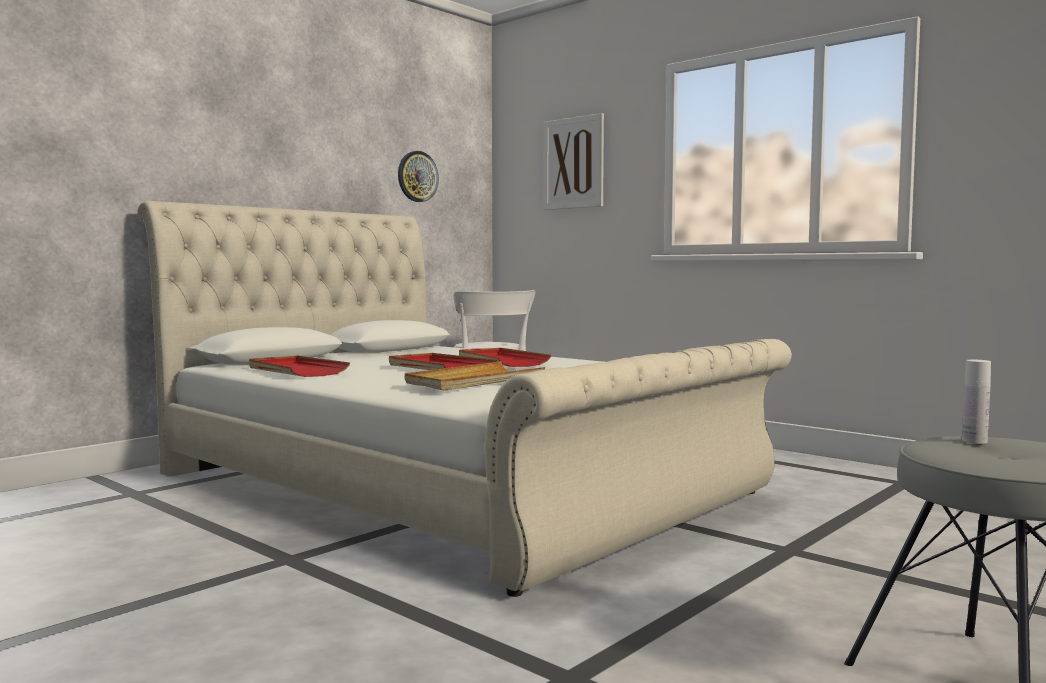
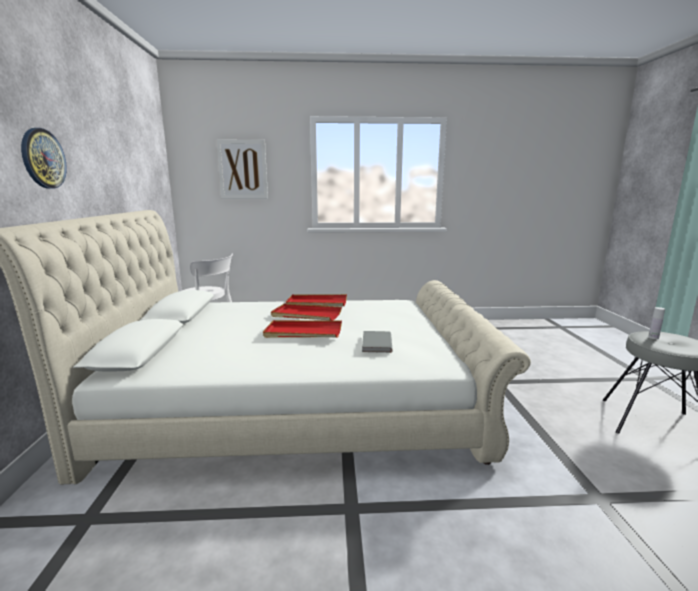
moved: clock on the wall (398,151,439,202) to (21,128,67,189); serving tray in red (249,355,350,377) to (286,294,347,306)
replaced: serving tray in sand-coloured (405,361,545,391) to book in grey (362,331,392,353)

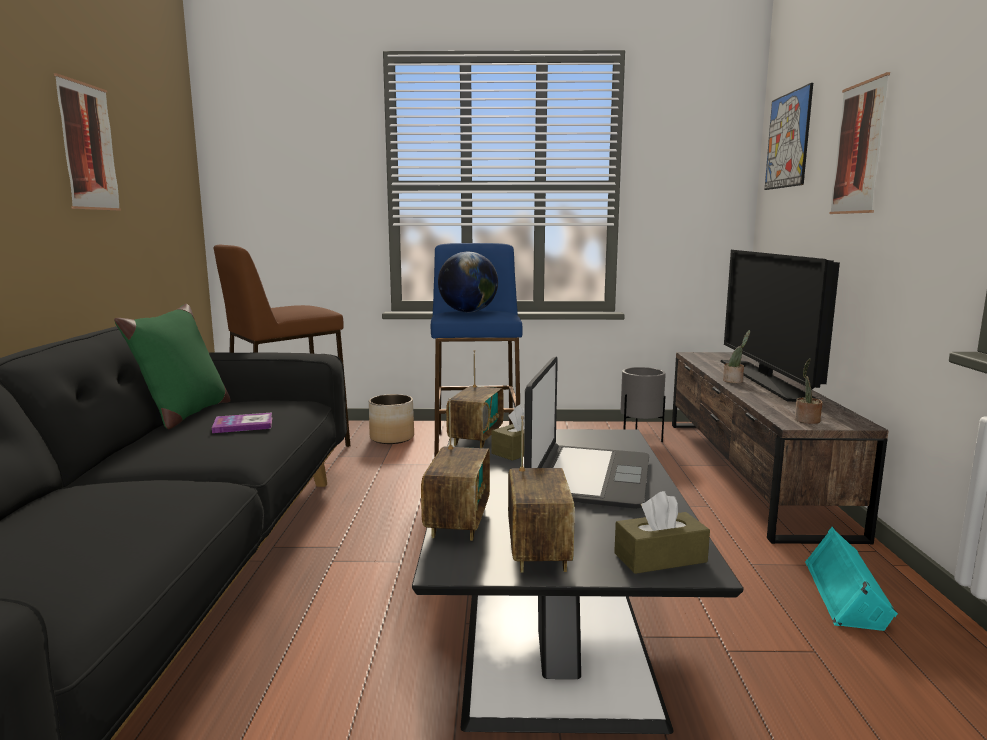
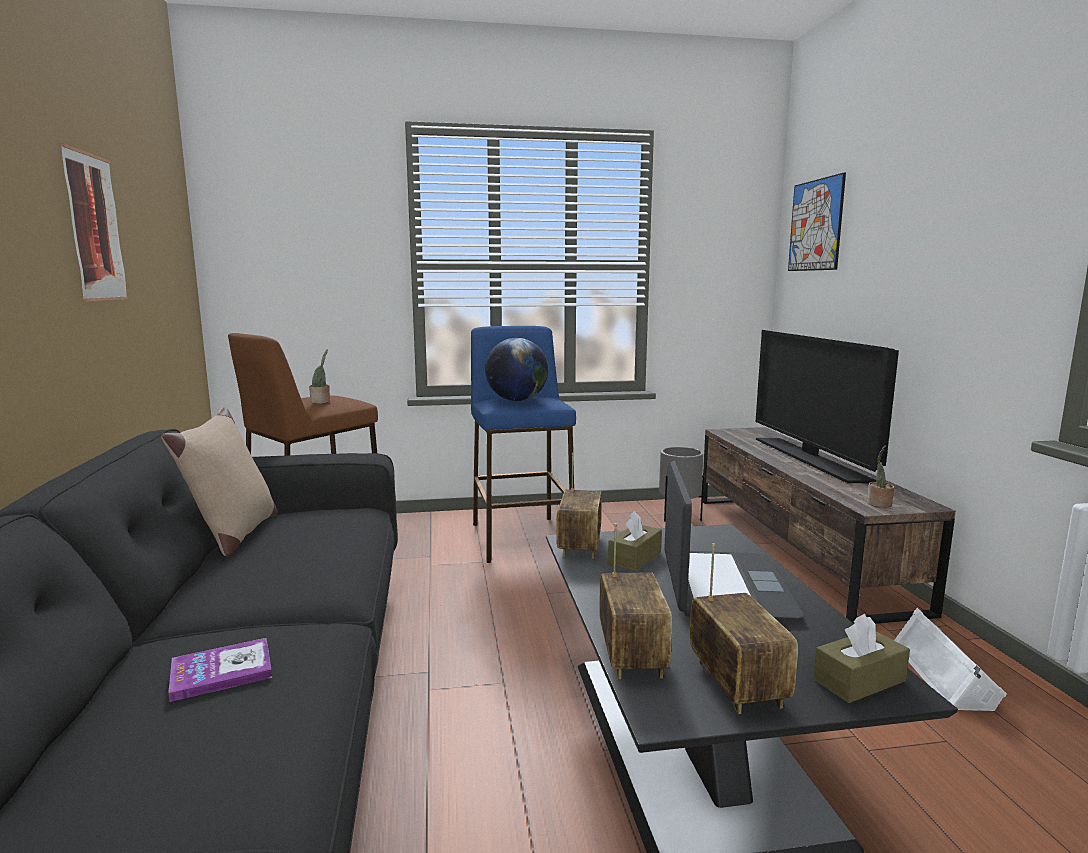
removed: plant pot (369,394,414,444); picture (830,72,890,214)
moved: book (212,412,272,433) to (168,638,272,702); potted plant (723,330,750,383) to (309,349,330,404)
recoloured: throw pillow in greenish (114,304,231,429) to throw pillow in sand-coloured (161,407,278,557); speaker in blue-green (805,527,898,631) to speaker in white (894,608,1007,711)

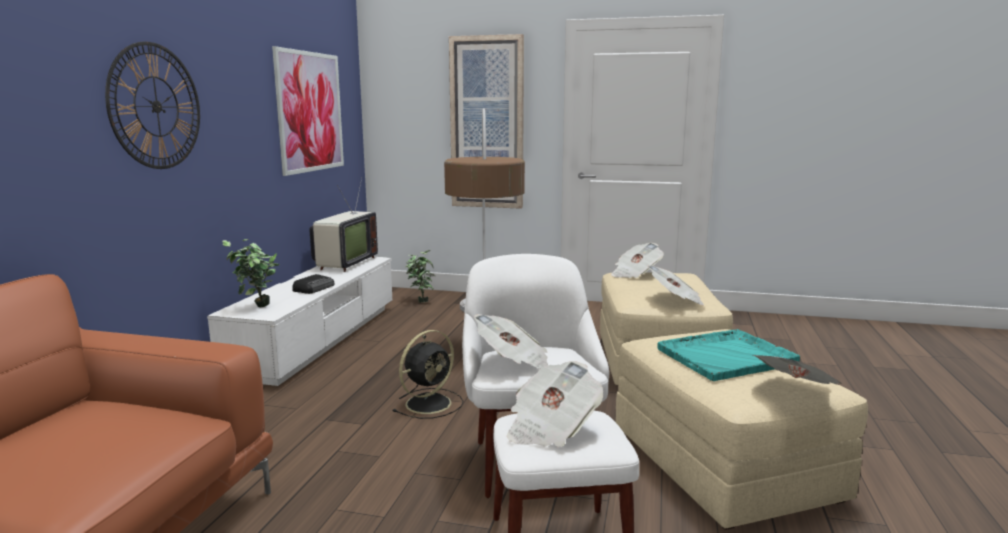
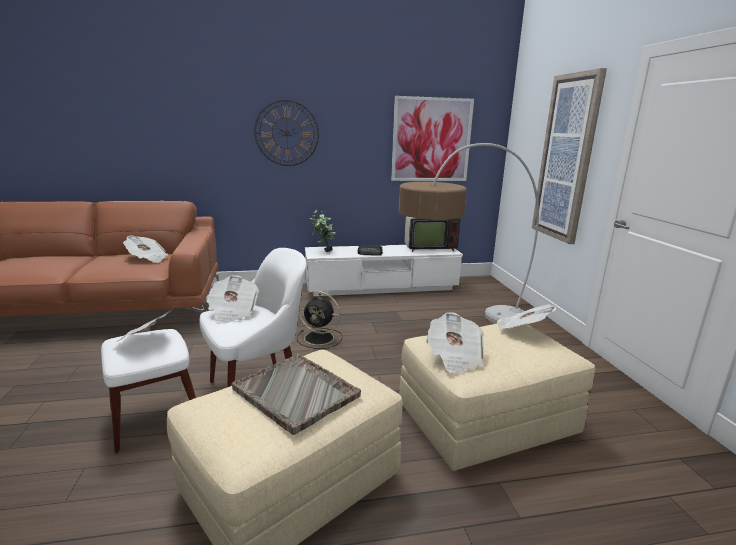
removed: potted plant (406,250,435,303)
moved: printed paper (753,355,841,385) to (123,236,168,263)
recoloured: serving tray in blue-green (657,329,800,381) to serving tray in grey (232,354,361,435)

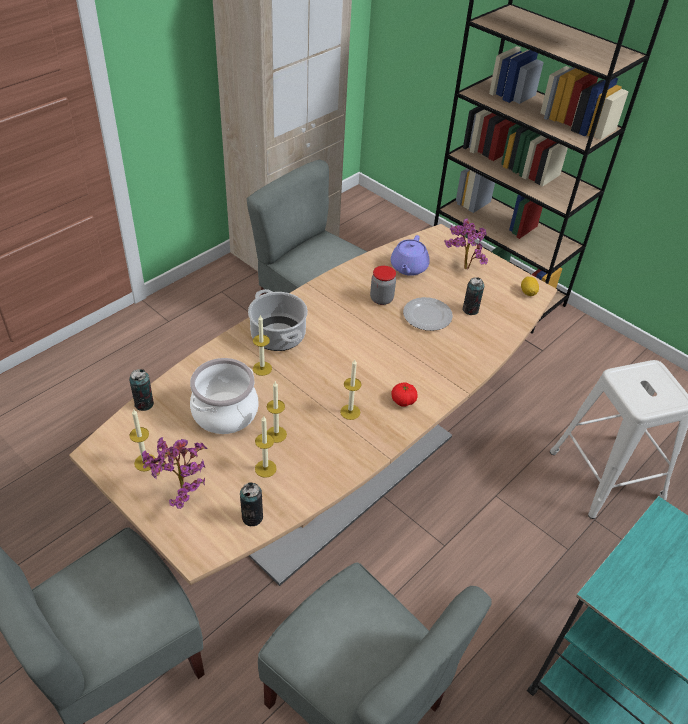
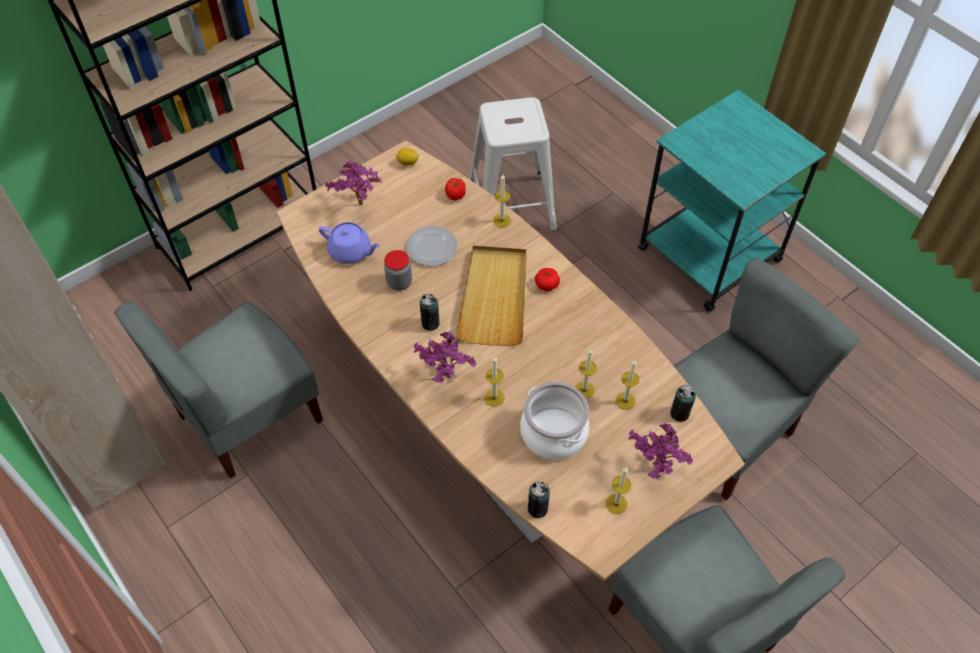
added: whole tomato (445,178,466,201); serving tray in sand-coloured (456,246,527,346)
moved: can (463,277,484,315) to (420,294,440,331); wax candle (340,359,362,420) to (493,174,511,228)
replaced: saucepot (248,289,308,351) to potted plant (414,331,476,383)

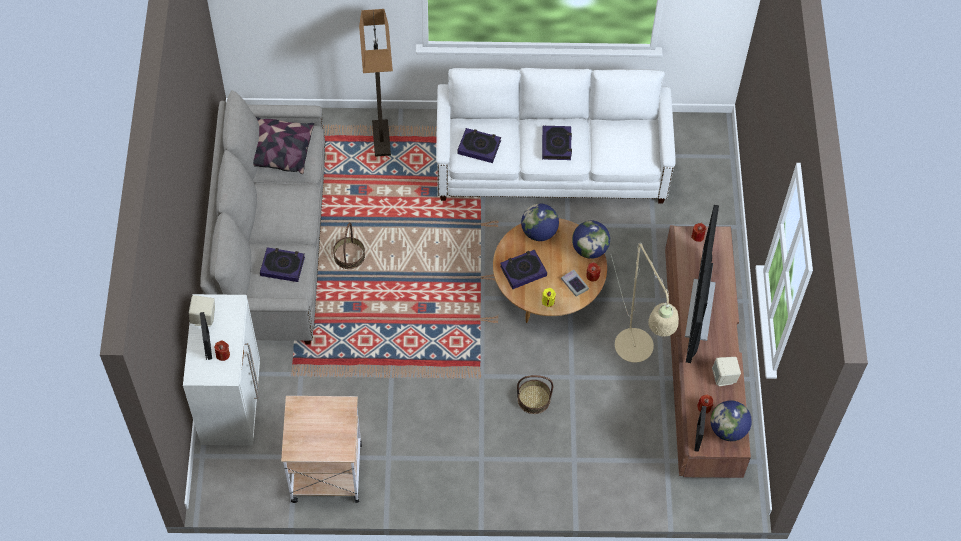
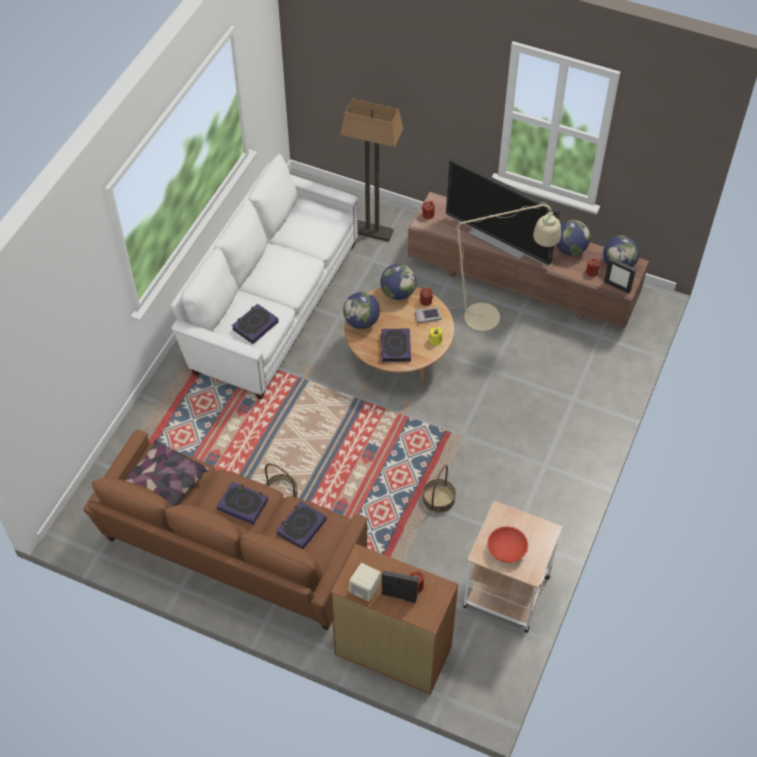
added: serving bowl in red (487,526,528,563)
moved: book (542,126,572,160) to (217,482,269,525); standard lamp (359,9,393,157) to (340,99,403,242); basket (517,375,553,414) to (422,465,456,513)
replaced: speaker in sand-coloured (712,357,741,386) to world globe (556,220,590,256)
recoloured: couch in grey (200,90,325,344) to couch in brownish (83,430,368,630); storage cabinet in white (183,294,260,446) to storage cabinet in brownish (331,544,458,695)

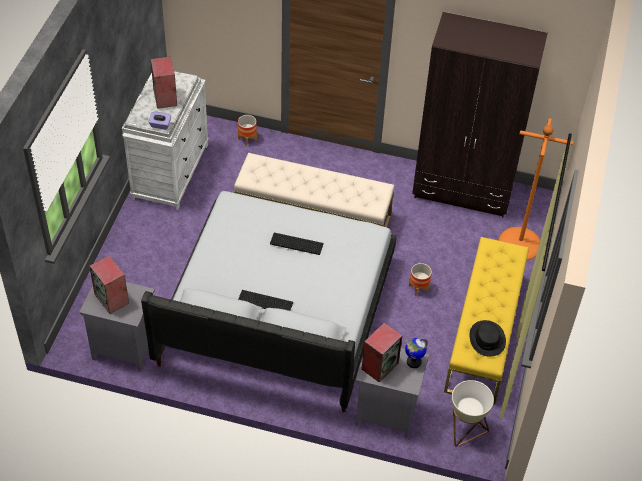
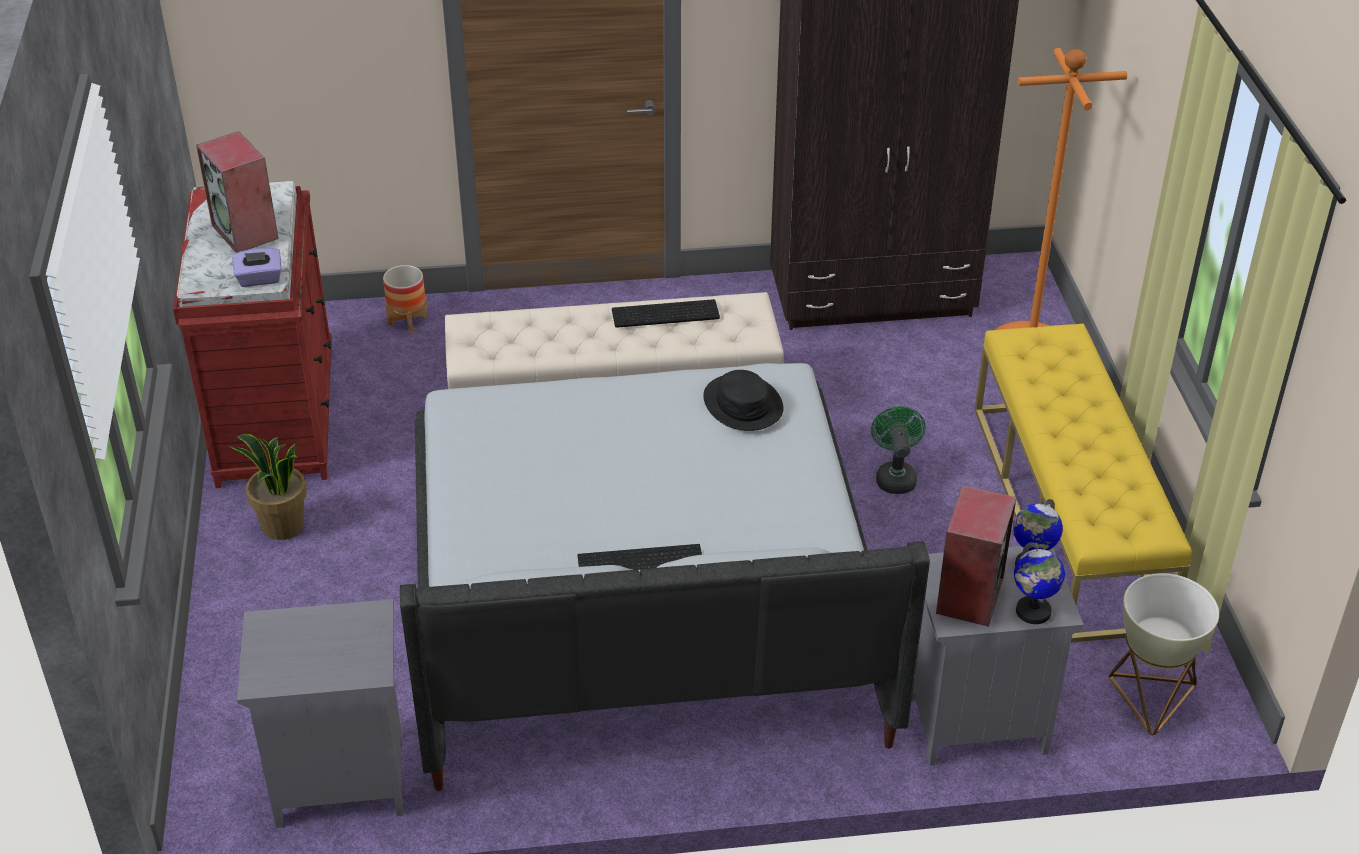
removed: speaker (89,256,129,314)
added: potted plant (229,434,307,540); world globe (1014,542,1065,624)
moved: PC keyboard (270,233,324,255) to (612,299,720,328); clothing hat in blackish (469,320,506,357) to (703,370,784,431)
replaced: plant pot (409,263,432,296) to fan in greenish (871,406,925,494)
recoloured: dresser in white (122,71,209,210) to dresser in red (173,181,332,488)

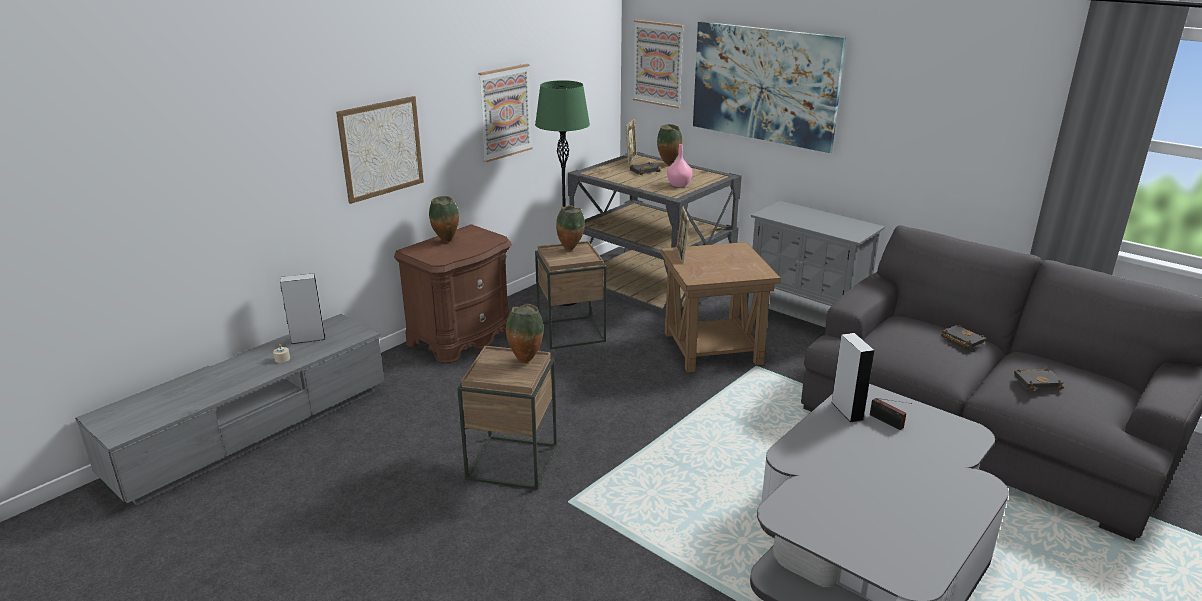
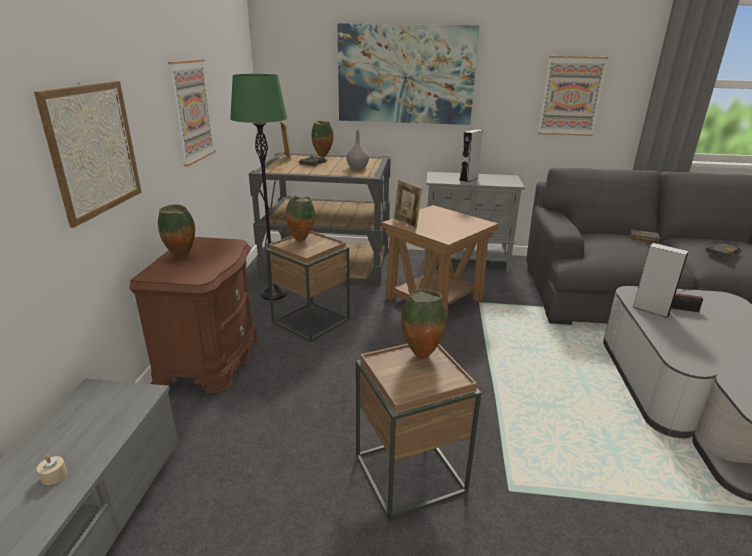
moved: speaker in grey (280,273,325,344) to (460,129,483,182); picture (633,20,684,109) to (537,56,609,136)
recoloured: flower vase in pink (667,144,692,187) to flower vase in grey (346,131,369,170)

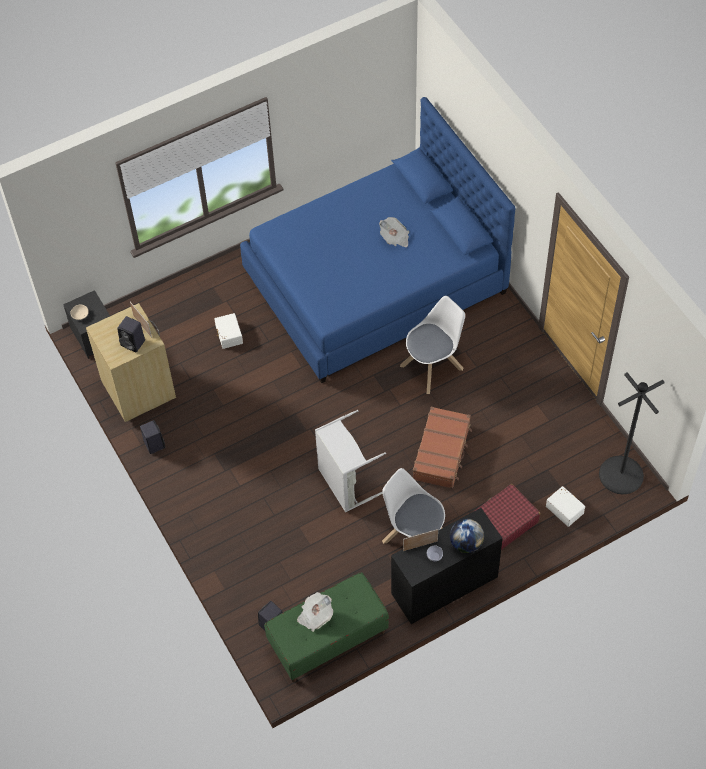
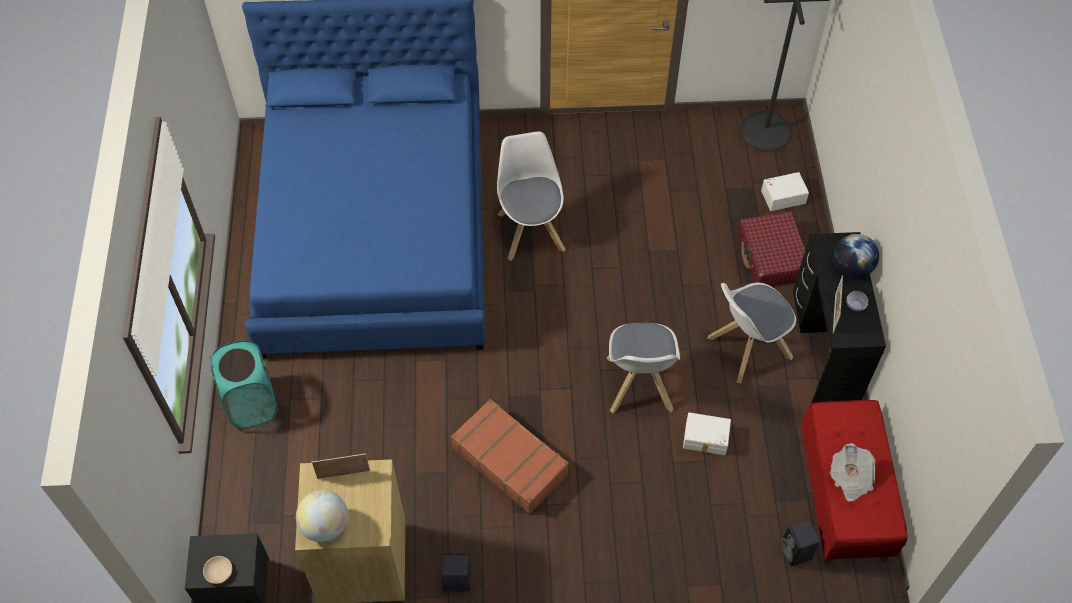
removed: speaker in blackish (117,316,145,352); printed paper (379,217,409,247)
added: laundry basket in blue-green (210,340,278,428); world globe (296,490,348,542)
moved: piece of luggage in brownish (413,407,472,489) to (451,399,569,514); storage box in white (214,313,243,349) to (683,412,731,455)
replaced: laundry basket in grey (315,410,386,512) to upright chair (606,323,680,414)
recoloured: bench in greenish (264,572,389,682) to bench in red (801,400,908,565)

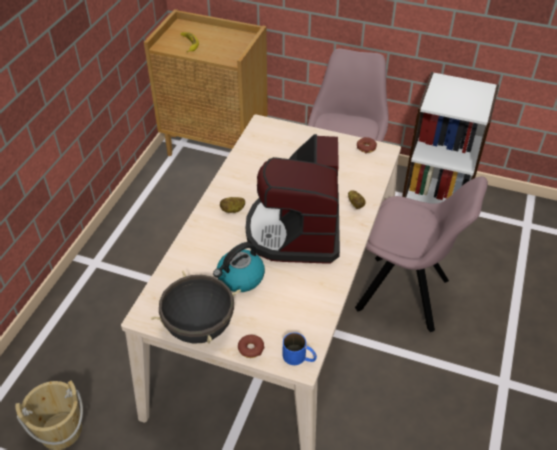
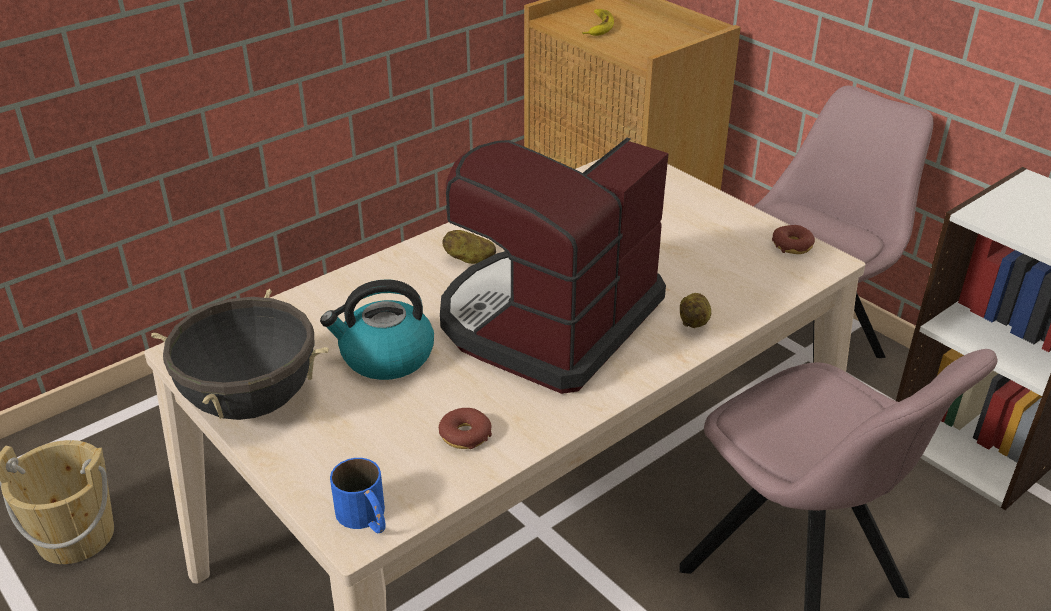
moved: donut (238,335,265,358) to (439,408,492,449)

